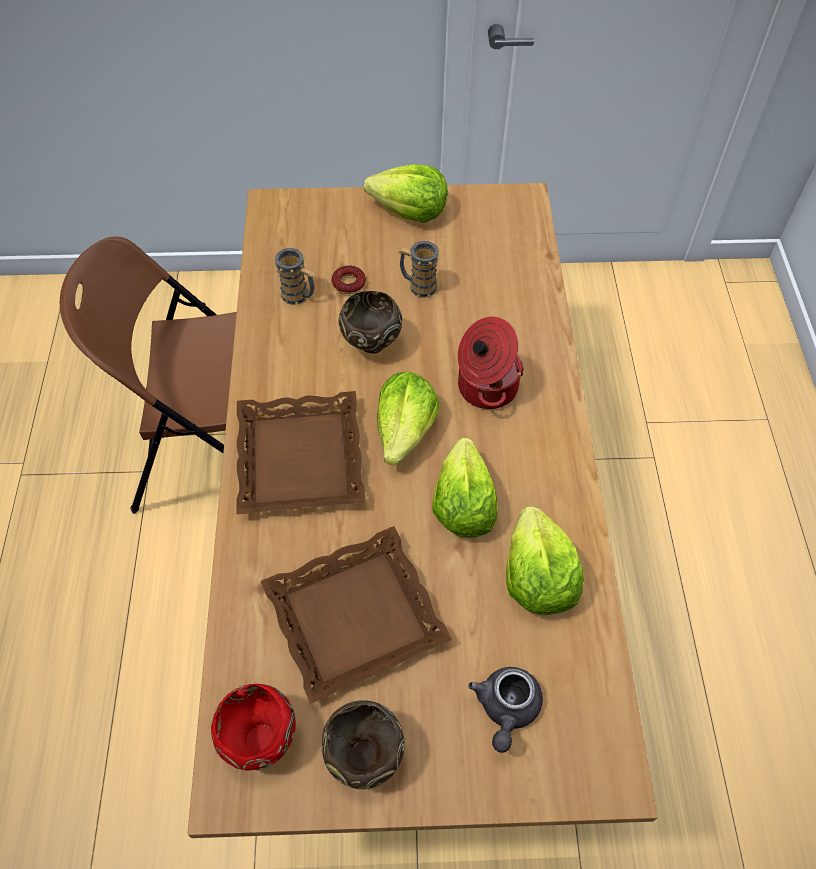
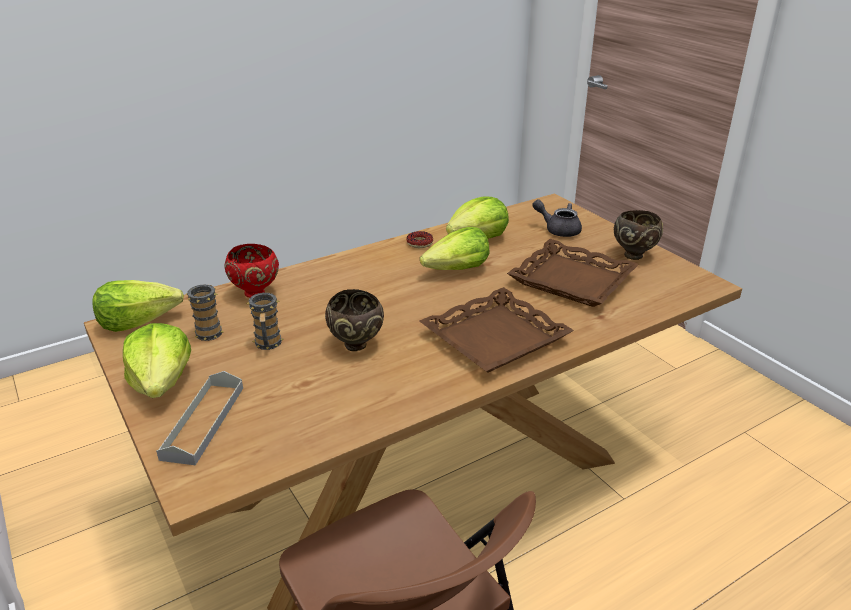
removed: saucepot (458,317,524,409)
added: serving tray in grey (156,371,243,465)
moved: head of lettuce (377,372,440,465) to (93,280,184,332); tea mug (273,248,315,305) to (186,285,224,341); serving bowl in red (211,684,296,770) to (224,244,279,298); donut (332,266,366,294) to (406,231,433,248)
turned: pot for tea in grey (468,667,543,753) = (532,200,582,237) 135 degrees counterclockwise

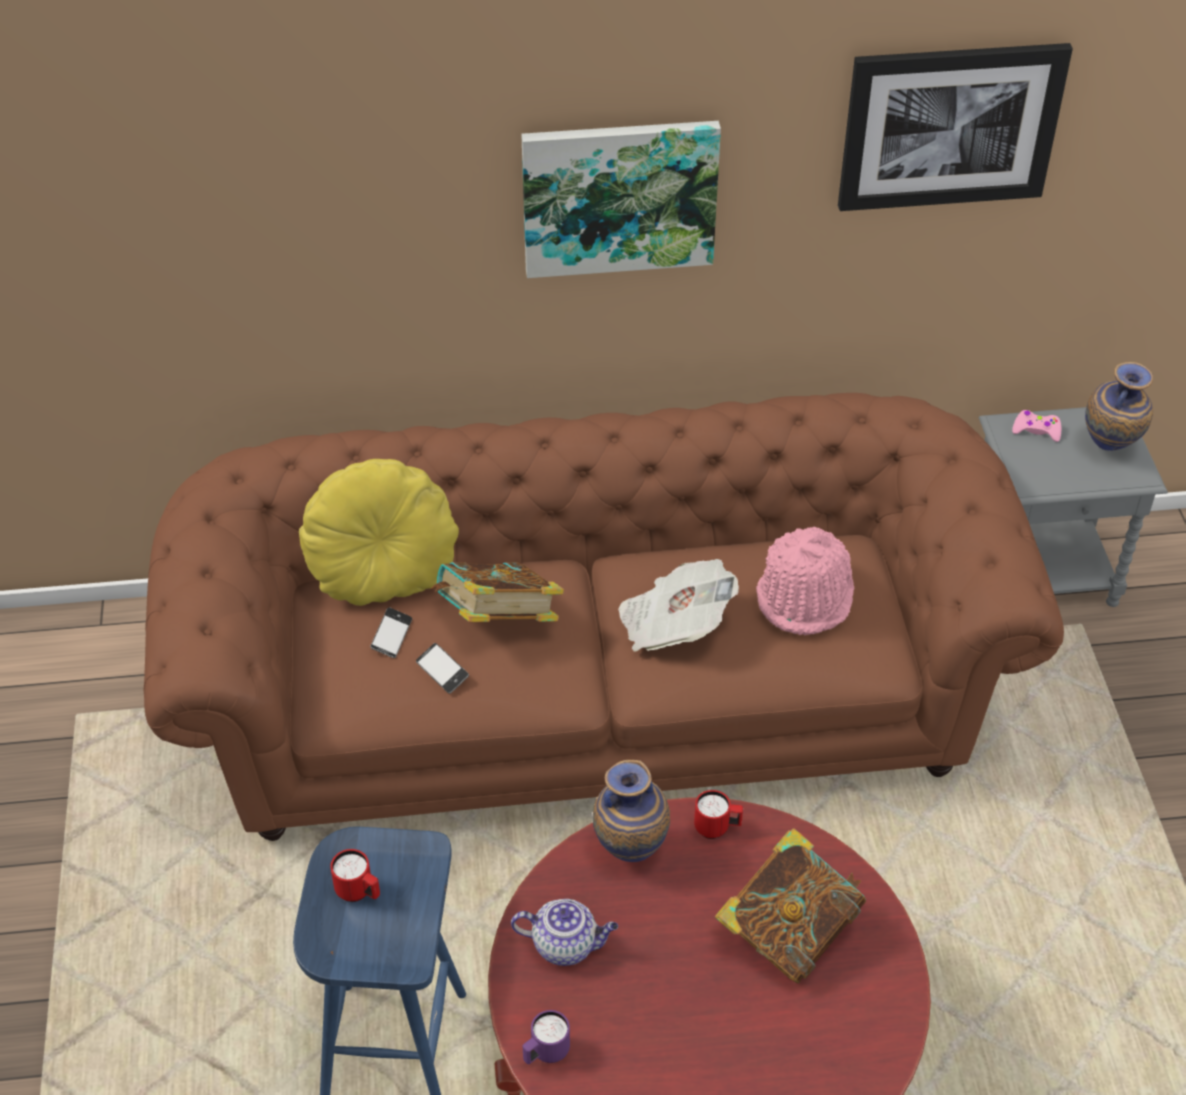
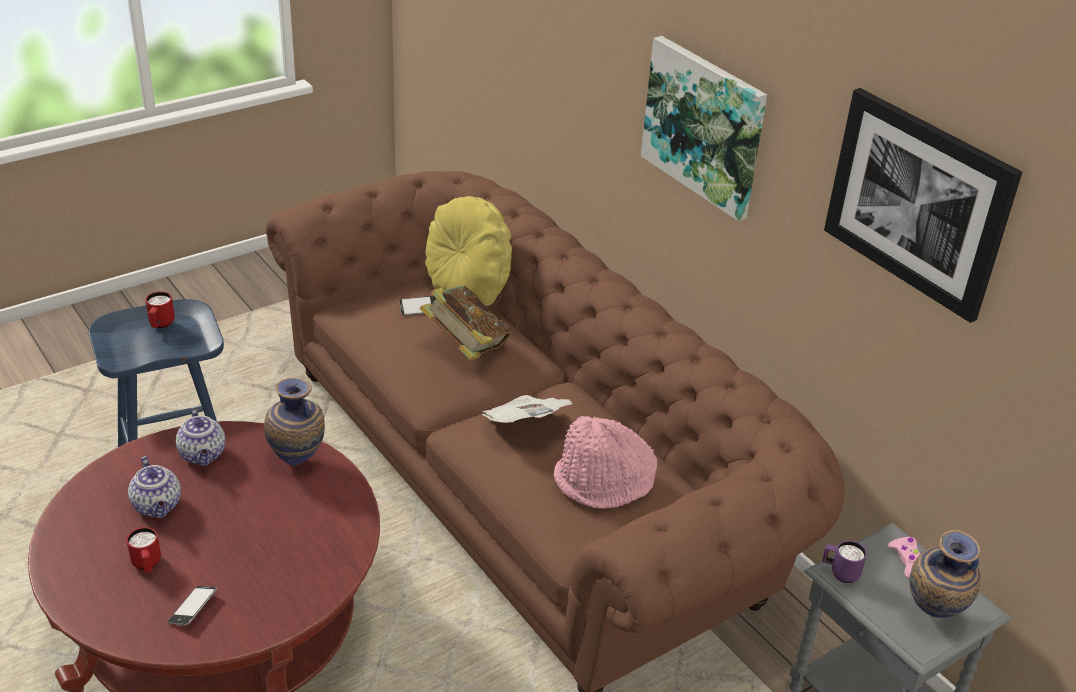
removed: book (715,828,866,983)
added: pot for tea (128,456,181,518)
moved: tea mug in red (694,790,743,839) to (126,527,161,573); handset (416,643,469,694) to (167,586,217,626); tea mug in purple-coloured (522,1010,570,1064) to (822,540,867,583)

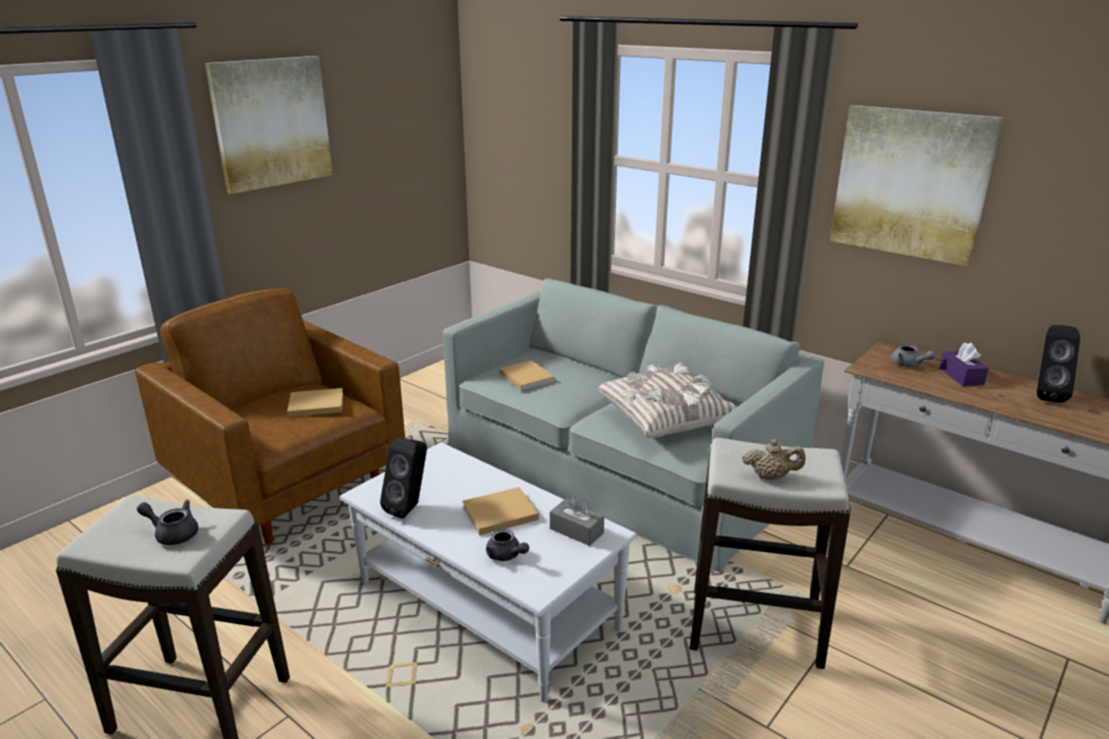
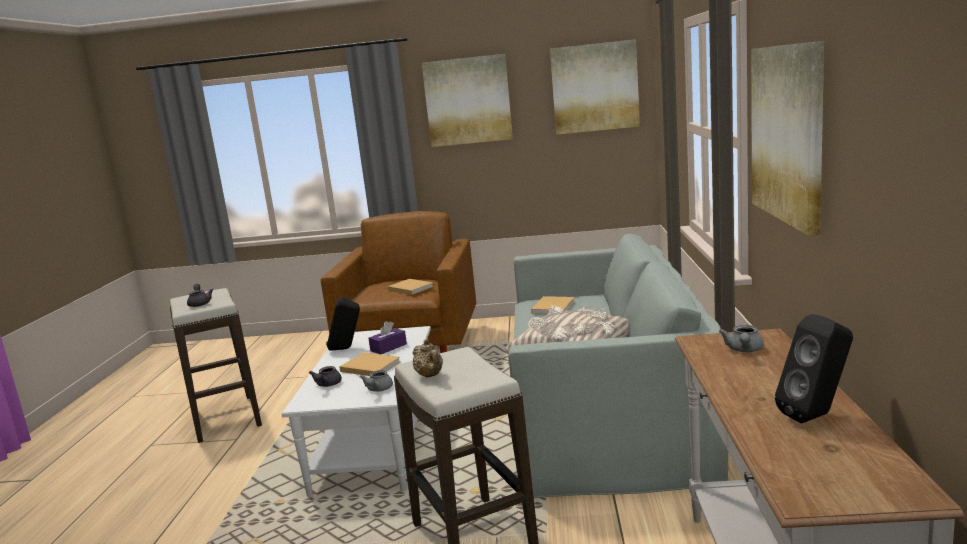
added: picture (550,39,640,135)
moved: tissue holder in purple-coloured (939,343,988,386) to (368,321,407,354)
replaced: tissue holder in grey (550,497,604,546) to pot for tea in grey (360,370,393,392)

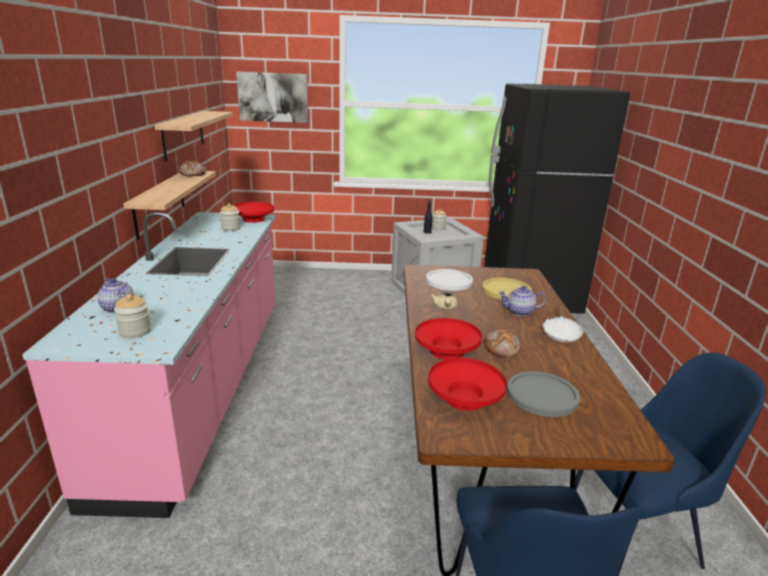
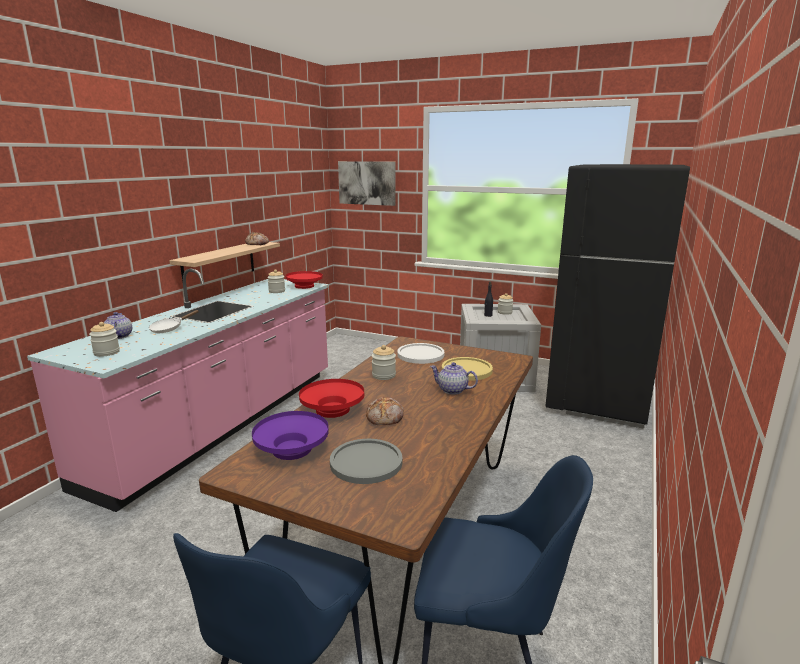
removed: wall shelf (154,111,232,161)
moved: pan in white (542,302,584,343) to (149,310,199,333)
replaced: pot for tea in sand-coloured (430,290,457,309) to jar (372,345,396,380)
recoloured: serving bowl in red (428,358,507,411) to serving bowl in purple-coloured (252,411,329,460)

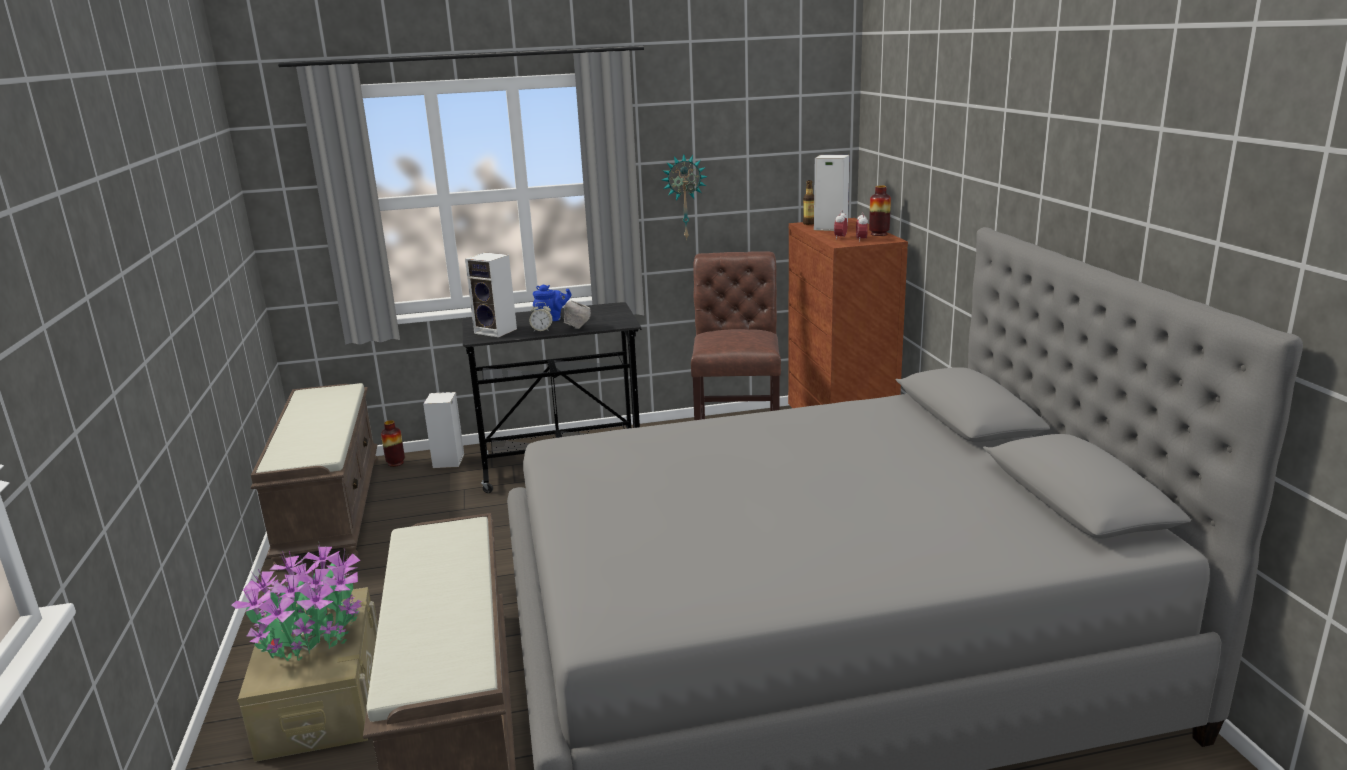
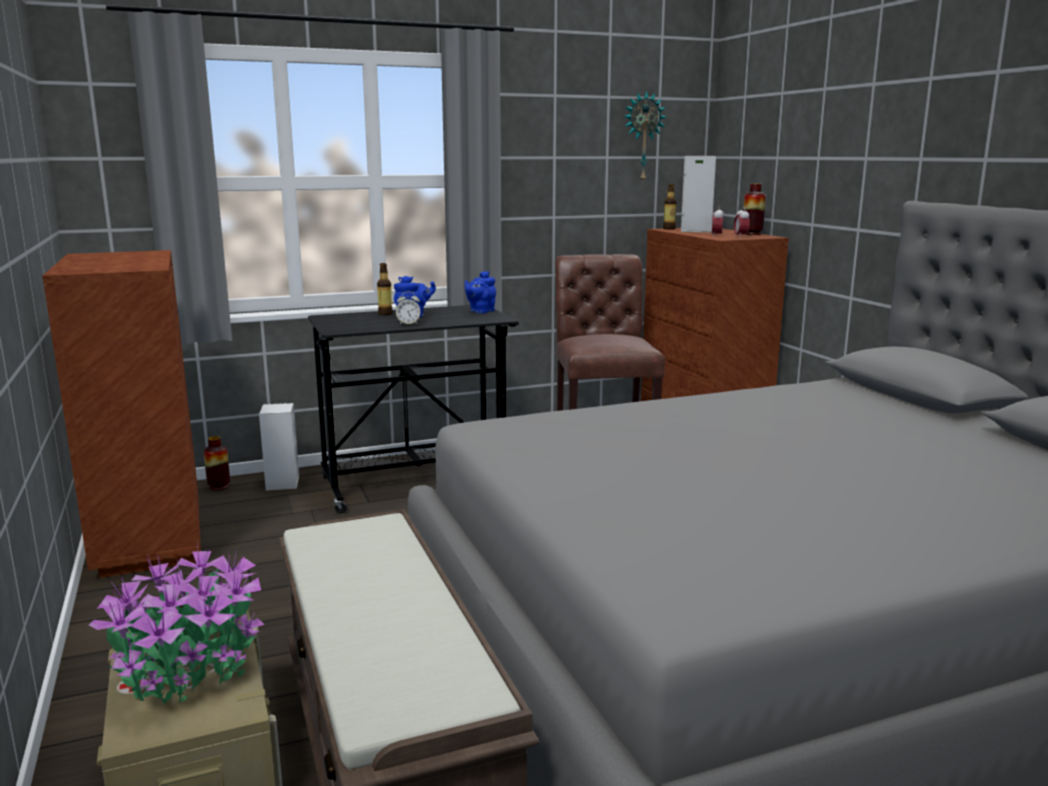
removed: speaker (465,252,517,337); serving bowl in grey (564,300,591,329)
added: drink bottle (377,263,393,315); pot for tea in blue-coloured (465,271,496,314)
moved: clock on the wall (662,154,708,240) to (623,90,666,181)
replaced: bench in brownish (251,383,378,571) to dresser in brownish (42,250,201,578)

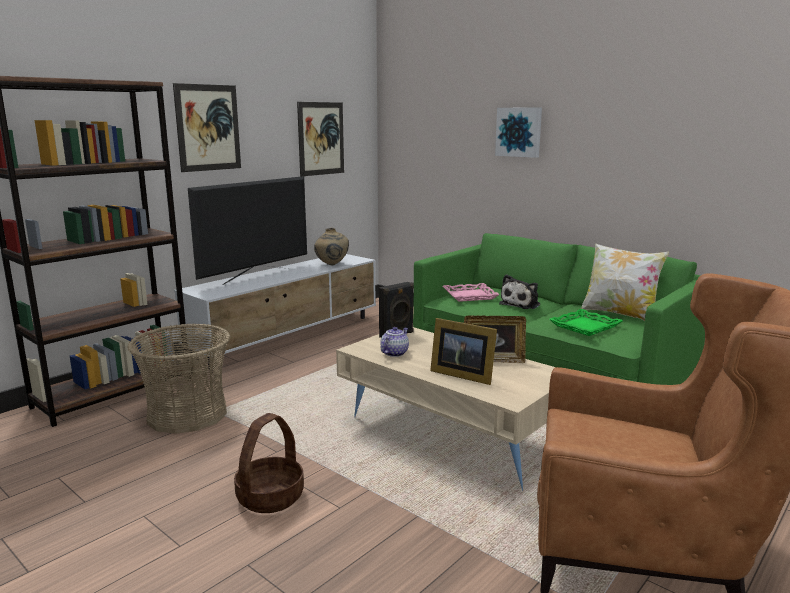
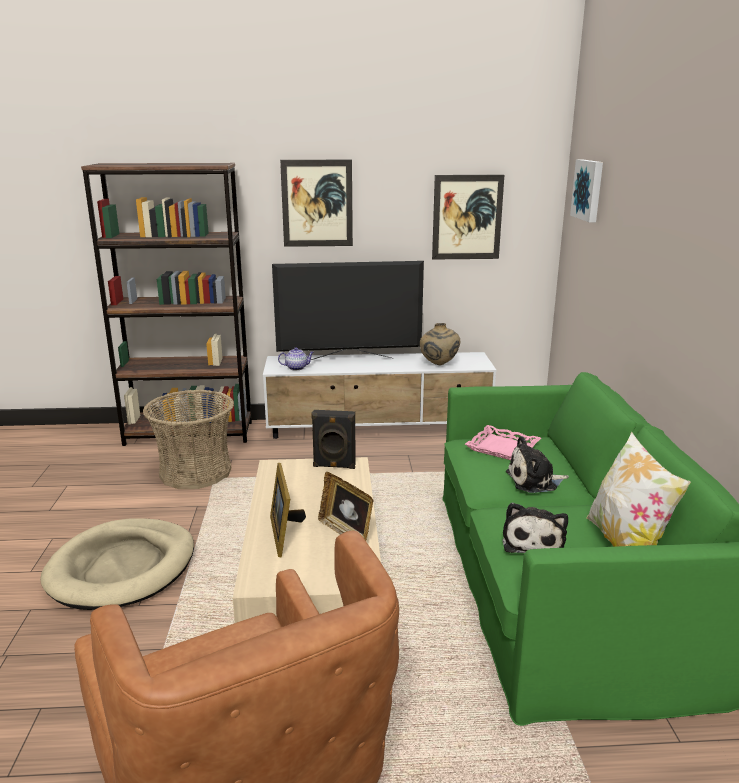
moved: pot for tea (380,327,409,357) to (278,347,314,370); picture (495,107,542,158) to (570,159,603,222)
replaced: basket (234,413,304,513) to dog bed in sand-coloured (40,518,194,610); serving tray in greenish (549,309,623,336) to soft toy (502,502,568,553)

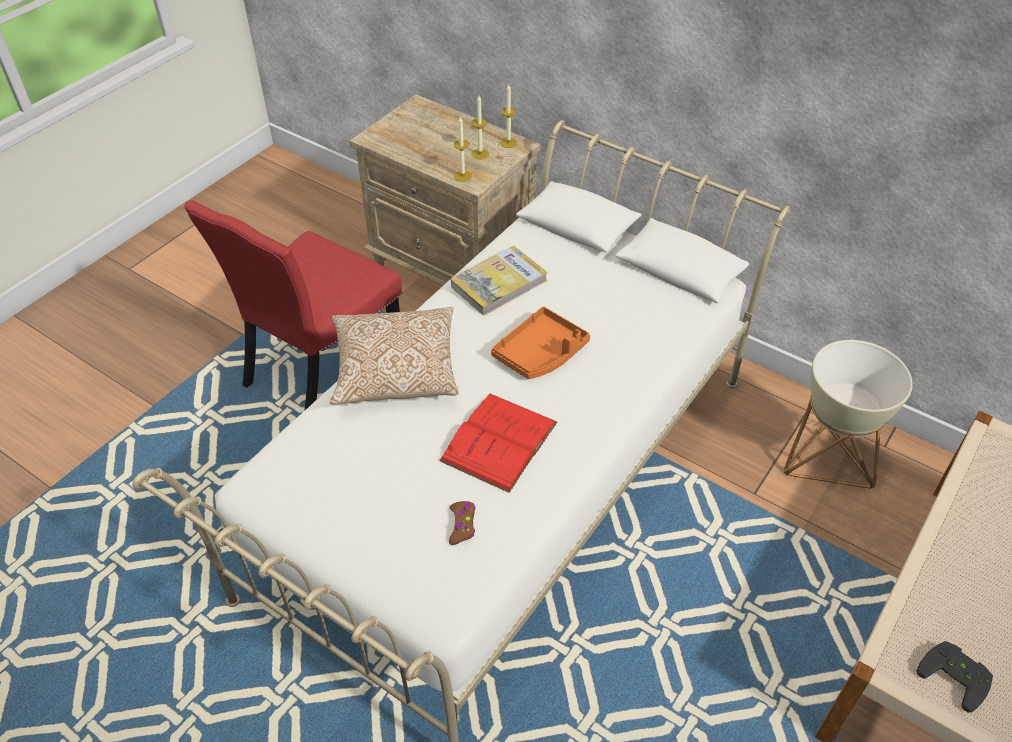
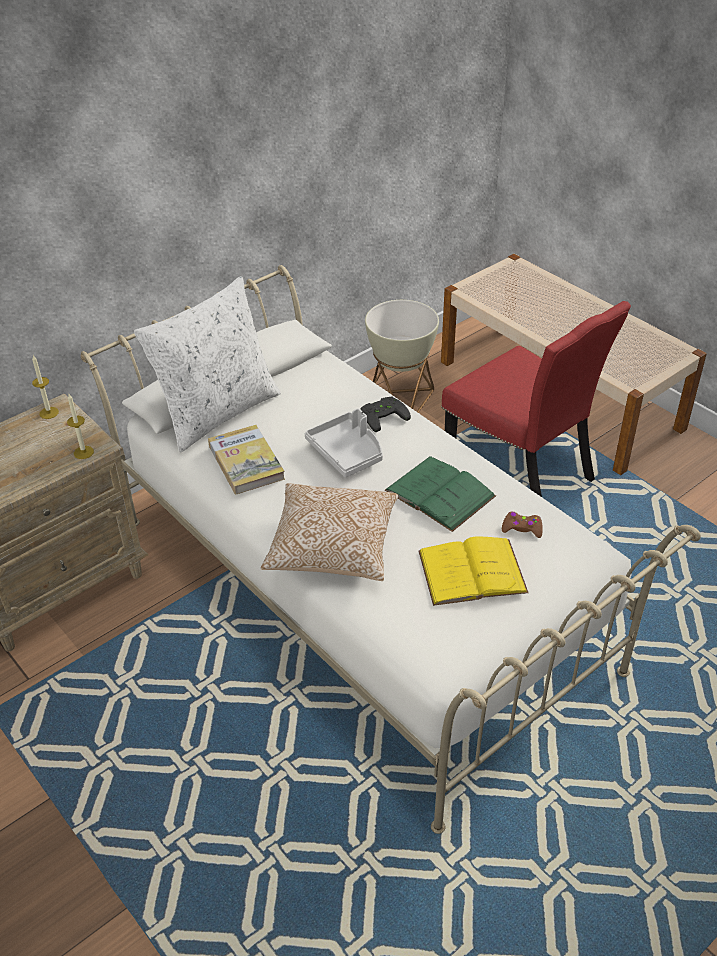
removed: wax candle (471,96,489,159)
added: throw pillow in white (134,276,281,452); book in yellow (418,536,529,606)
moved: joypad in blackish (916,641,993,713) to (361,397,411,432); upright chair in red (184,200,403,411) to (441,301,631,497)
recoloured: serving tray in orange-coloured (491,307,590,379) to serving tray in grey (305,408,383,477); book in red (439,394,557,493) to book in greenish (385,457,496,532)

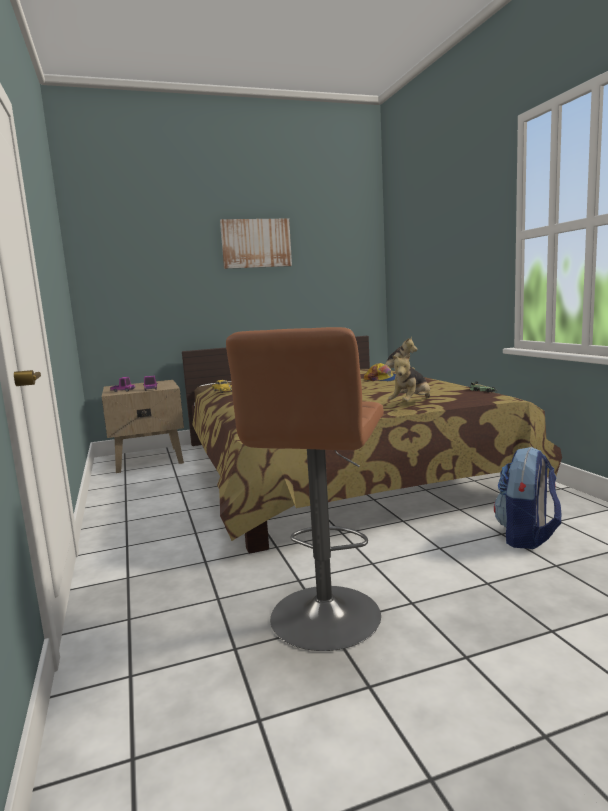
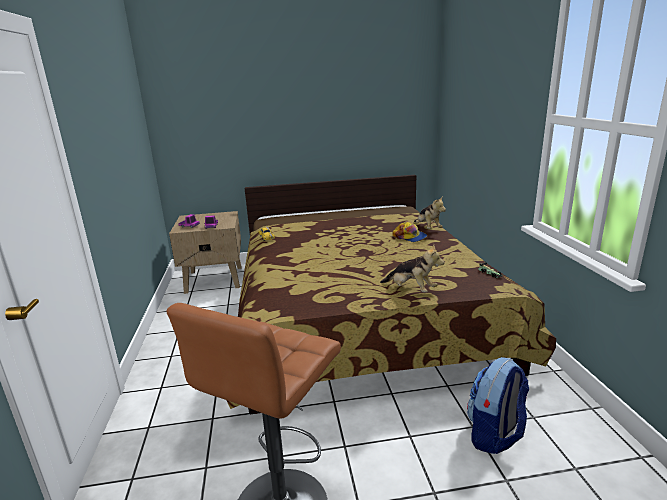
removed: picture (220,219,292,269)
turned: soft toy (389,353,430,402) = (380,244,444,292) 105 degrees counterclockwise

